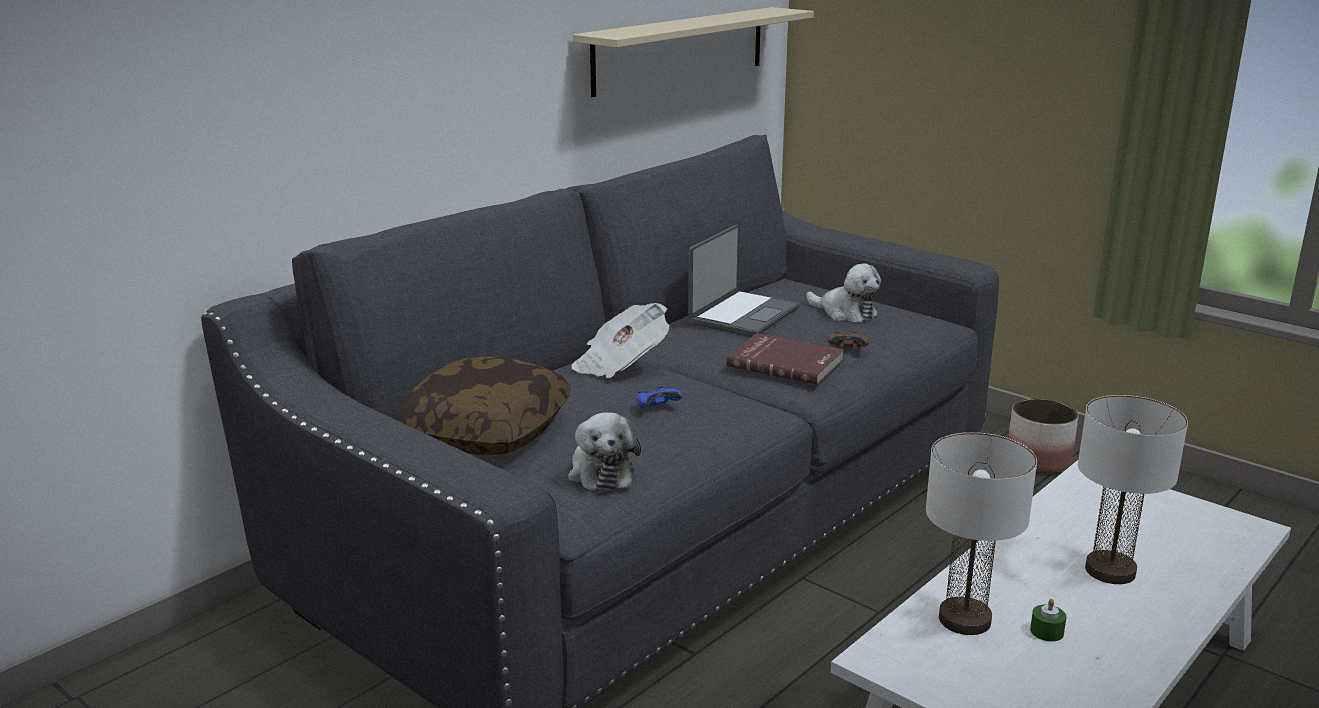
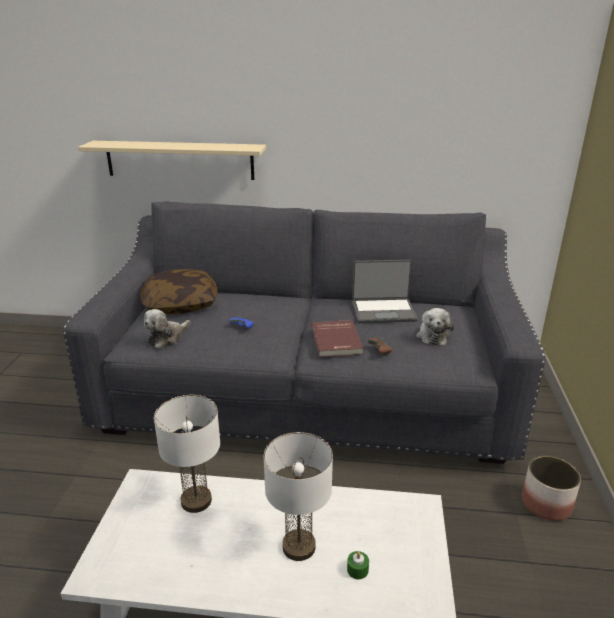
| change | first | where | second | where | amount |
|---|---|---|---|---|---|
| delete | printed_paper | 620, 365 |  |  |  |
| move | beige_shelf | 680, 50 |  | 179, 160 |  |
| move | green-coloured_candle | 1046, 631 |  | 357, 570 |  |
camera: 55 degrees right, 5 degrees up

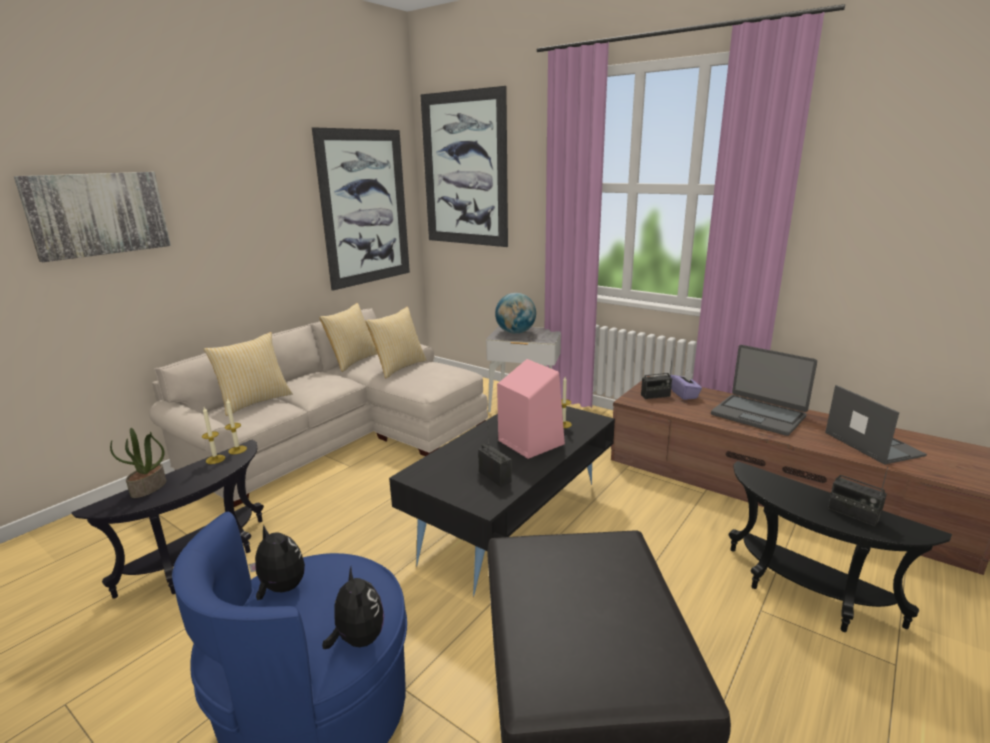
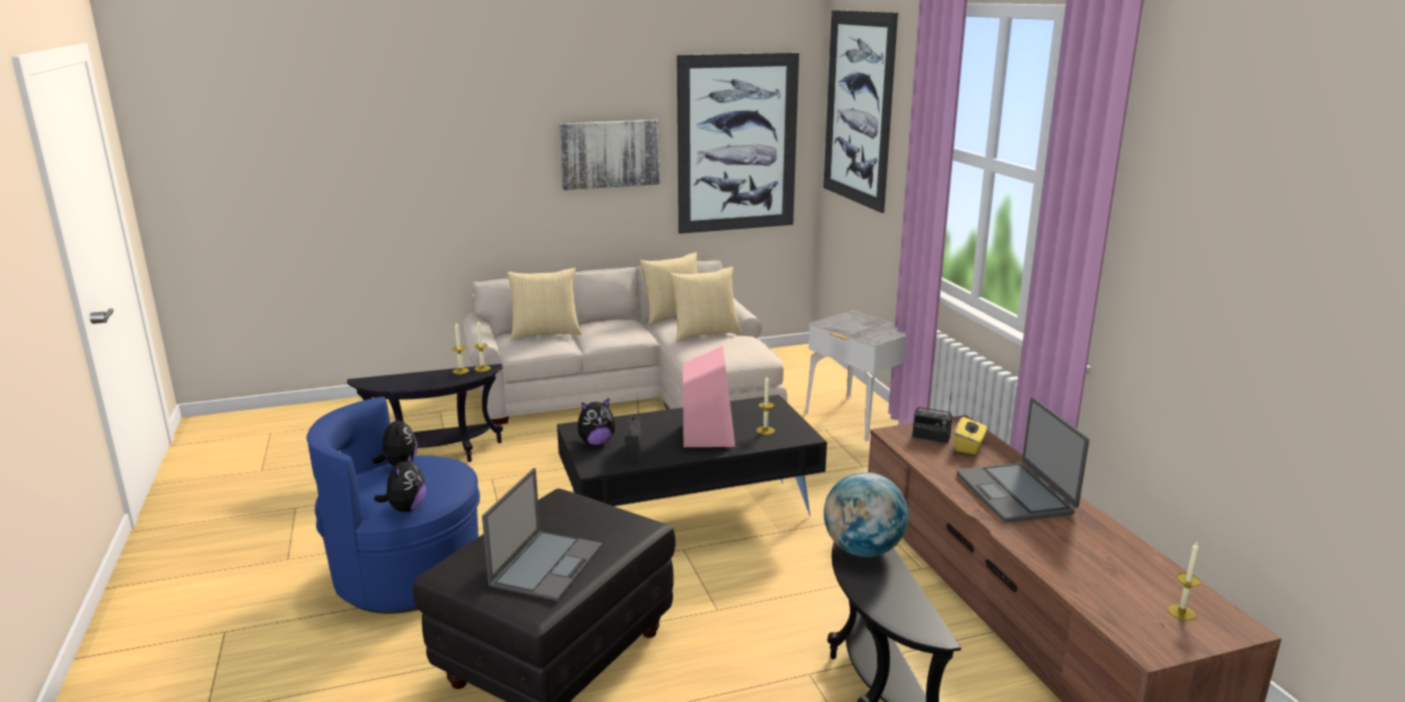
| change | first | where | second | where | amount |
|---|---|---|---|---|---|
| move | picture | 98, 214 |  | 610, 154 |  |
| delete | houseplant | 148, 488 |  |  |  |
| move | globe | 515, 333 |  | 862, 550 |  |
| recolor | purple-coloured_tissue_box | 684, 394 | yellow_tissue_box | 969, 446 |  |
| move | notebook_computer | 872, 443 |  | 547, 564 |  |
| delete | radio_set | 853, 514 |  |  |  |
| insert |  |  | cuddly_toy | 596, 442 |  |
| insert |  |  | candle | 1181, 612 |  |
camera: 35 degrees right, 0 degrees up

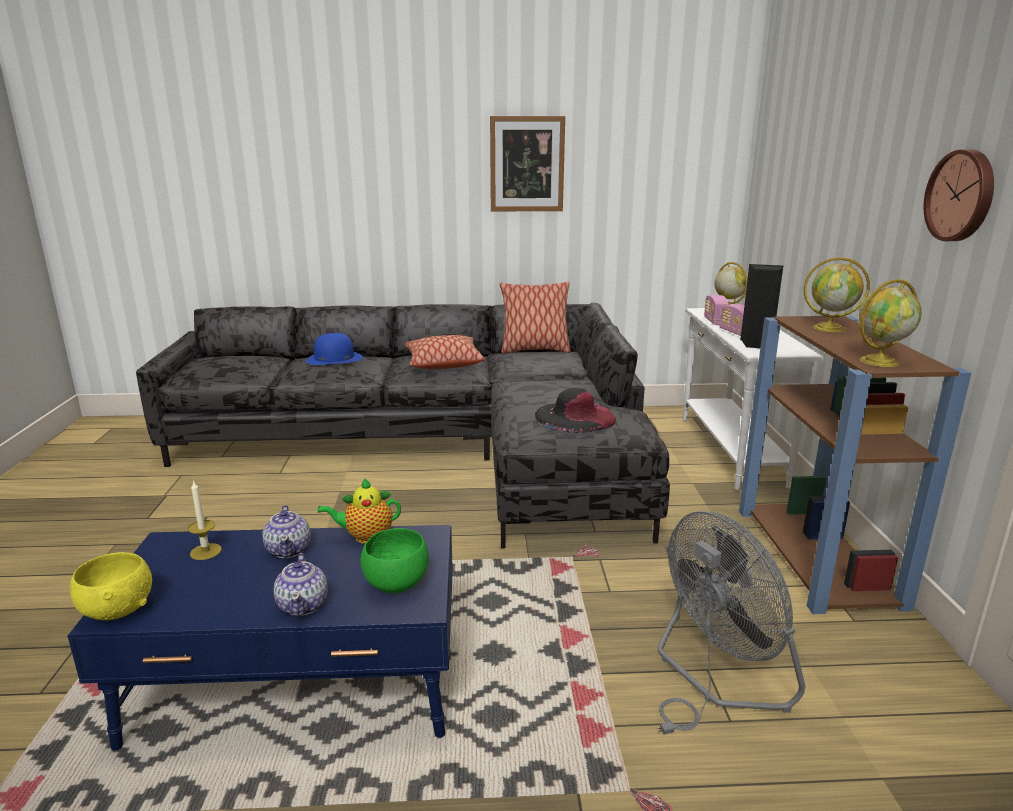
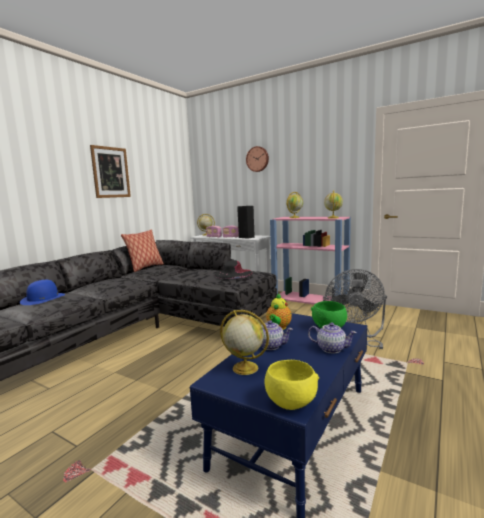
| change | first | where | second | where | amount |
|---|---|---|---|---|---|
| replace | candle | 205, 551 | globe | 244, 368 |  |
| delete | throw_pillow | 443, 363 |  |  |  |
| recolor | brown-coloured_bookcase | 815, 556 | pink-coloured_bookcase | 310, 301 |  |
| move | wall_clock | 962, 196 |  | 257, 159 |  |
camera: 55 degrees left, 10 degrees down

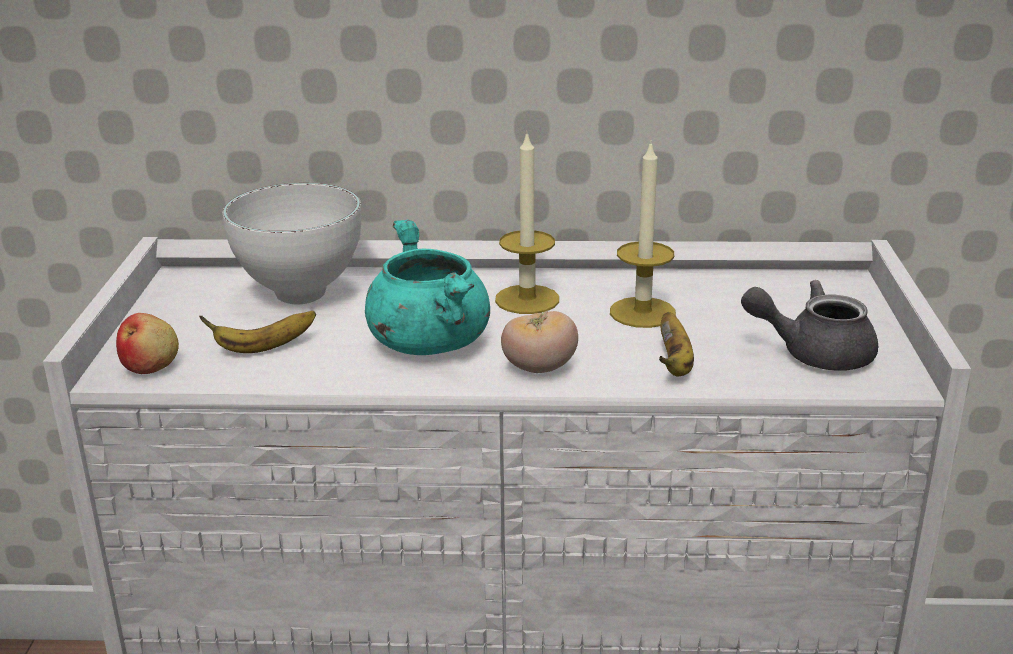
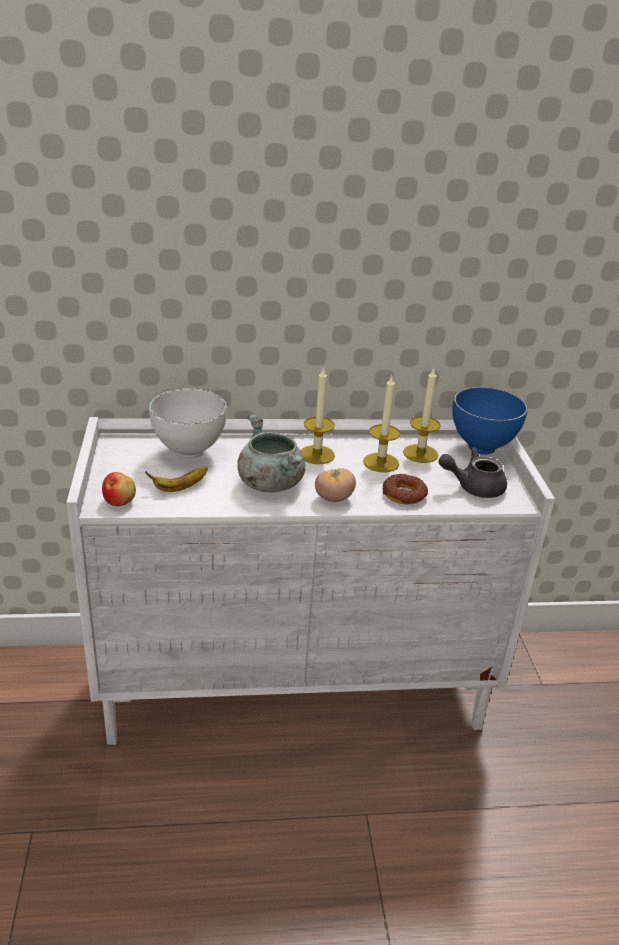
| change | first | where | second | where | amount |
|---|---|---|---|---|---|
| recolor | turquoise-coloured_stockpot | 428, 342 | grey_stockpot | 270, 483 |  |
| replace | whole_banana | 675, 364 | donut | 404, 494 |  |
| insert |  |  | candle | 420, 453 |  |
| insert |  |  | bluish_deep_dish | 479, 449 |  |
camera: 10 degrees left, 5 degrees up

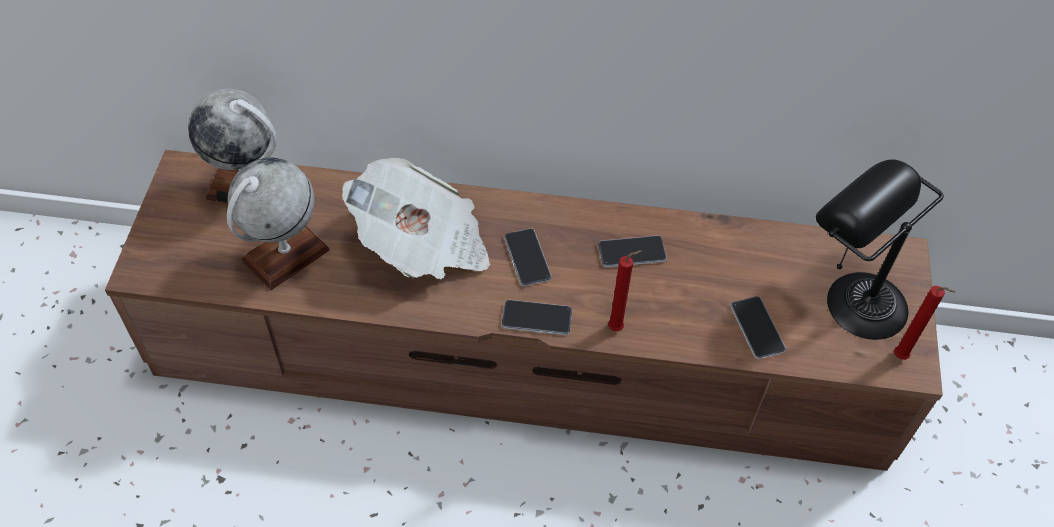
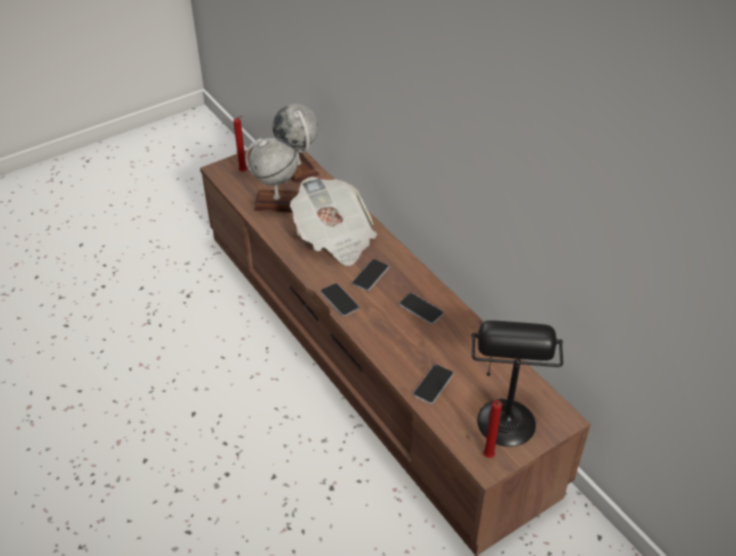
| change | first | where | second | where | amount |
|---|---|---|---|---|---|
| move | red-coloured_candle | 618, 328 |  | 244, 172 |  |
camera: 50 degrees right, 10 degrees down

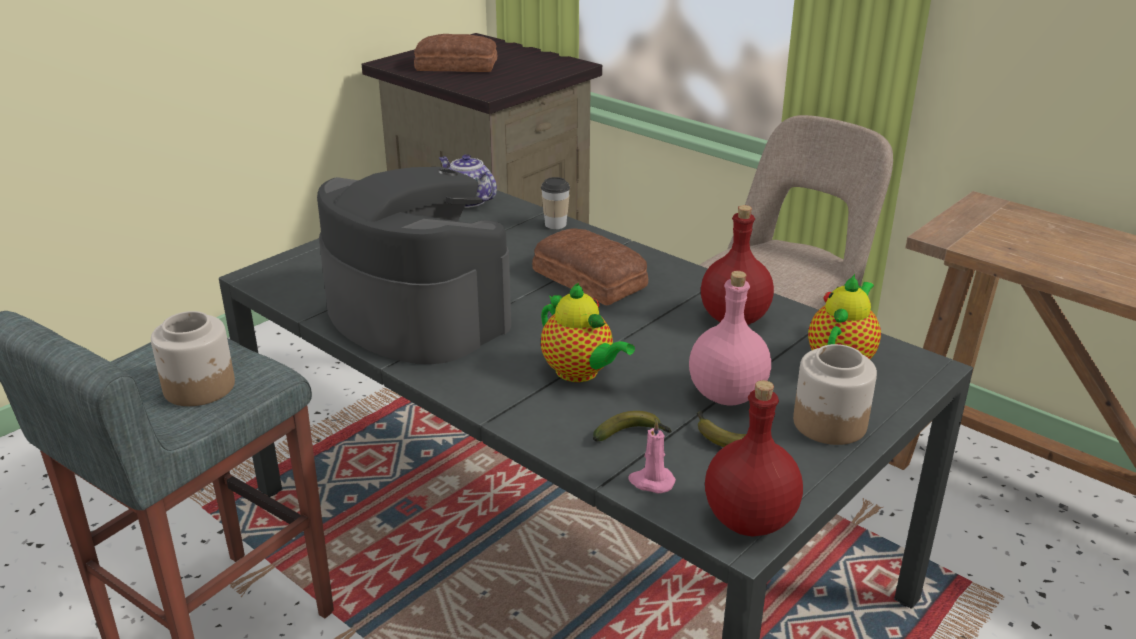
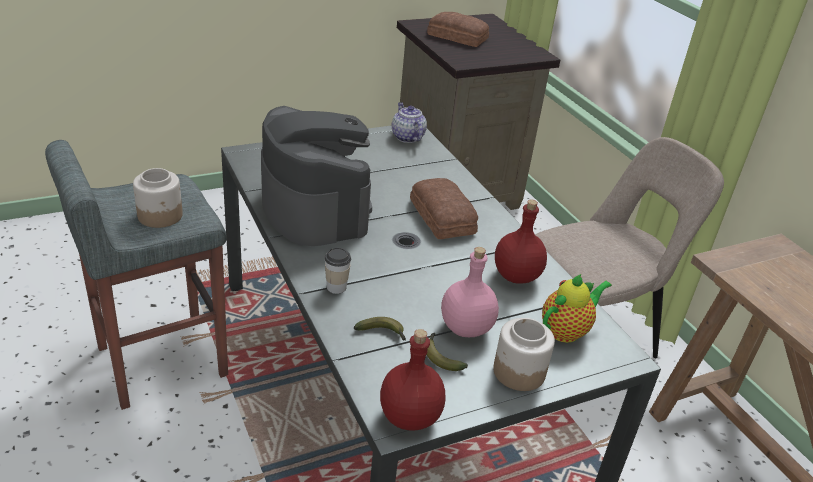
| change | first | where | second | where | amount |
|---|---|---|---|---|---|
| move | small_cup | 555, 224 |  | 336, 287 |  |
| delete | teapot | 580, 373 |  |  |  |
| delete | pink-coloured_candle | 651, 481 |  |  |  |
camera: 20 degrees right, 5 degrees up

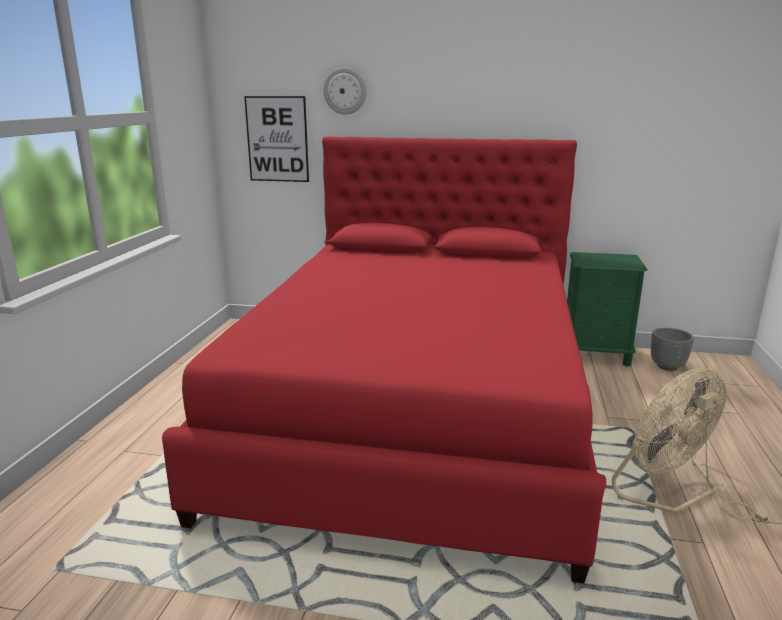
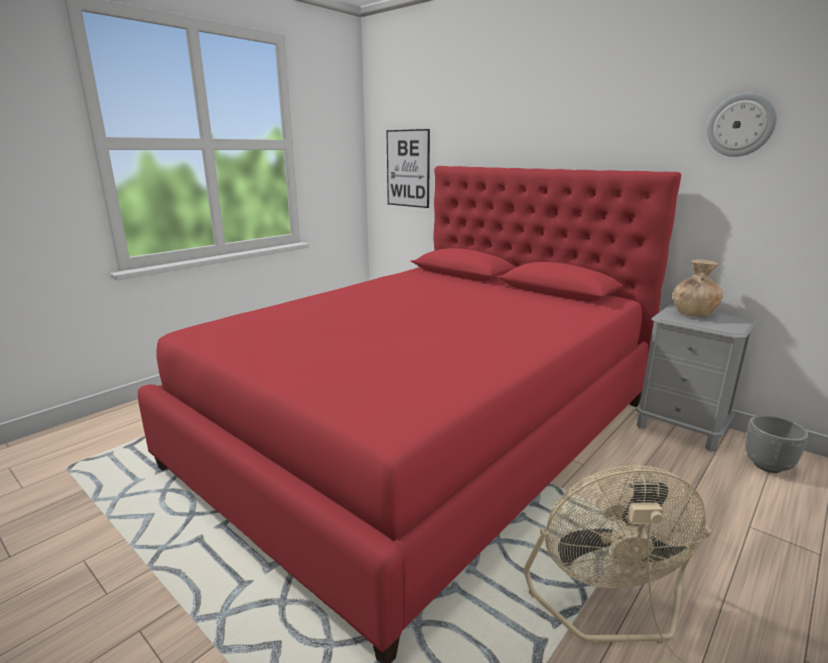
| change | first | where | second | where | amount |
|---|---|---|---|---|---|
| move | wall_clock | 345, 91 |  | 740, 125 |  |
| recolor | green-coloured_night_table | 596, 355 | grey_night_table | 681, 428 |  |
| insert |  |  | brown-coloured_decorative_vase | 693, 314 |  |
camera: 30 degrees right, 0 degrees up

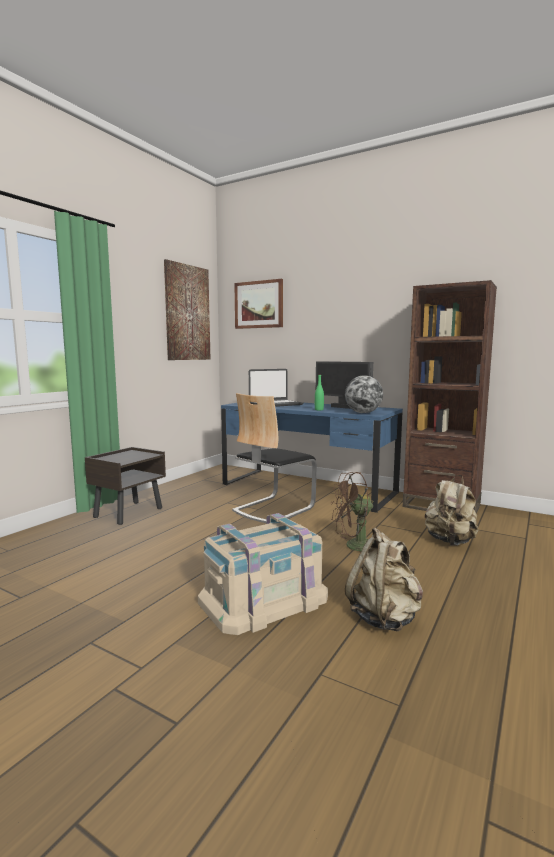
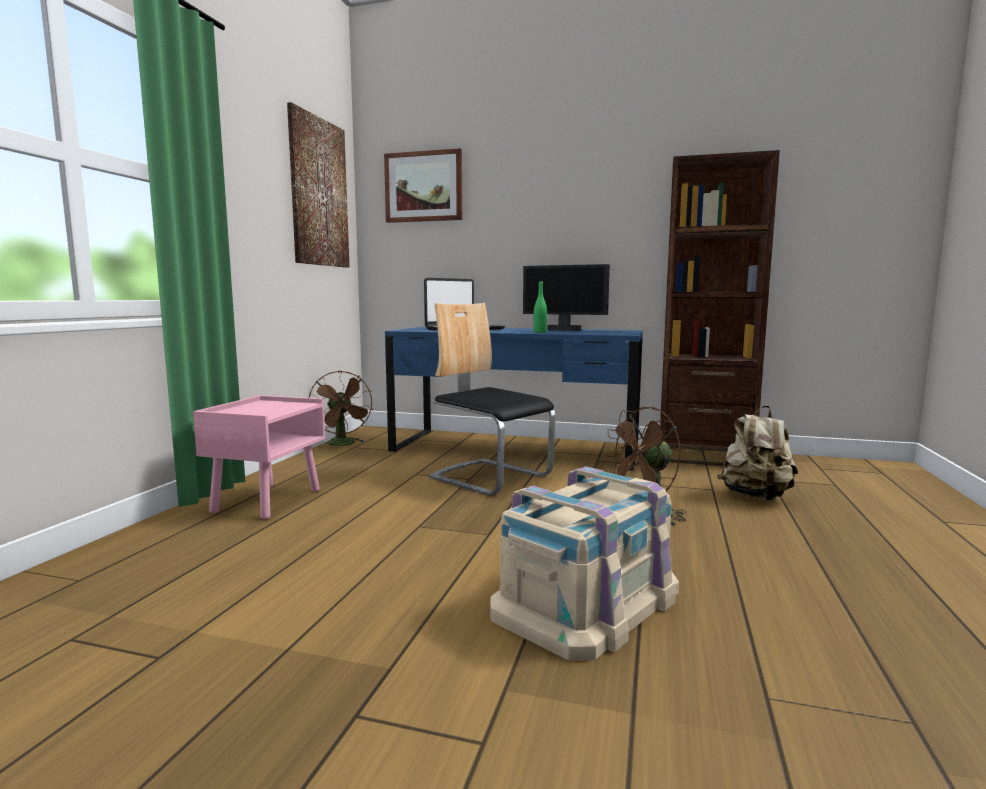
| change | first | where | second | where | amount |
|---|---|---|---|---|---|
| recolor | brown-coloured_night_table | 129, 512 | pink-coloured_night_table | 267, 500 |  |
| rotate | plain_chair | 273, 509 |  | 490, 477 | 105 degrees clockwise |
| delete | globe | 363, 413 |  |  |  |
| delete | beige_backpack | 384, 617 |  |  |  |
| insert |  |  | brown-coloured_electric_fan | 343, 444 |  |
camera: 15 degrees left, 0 degrees up

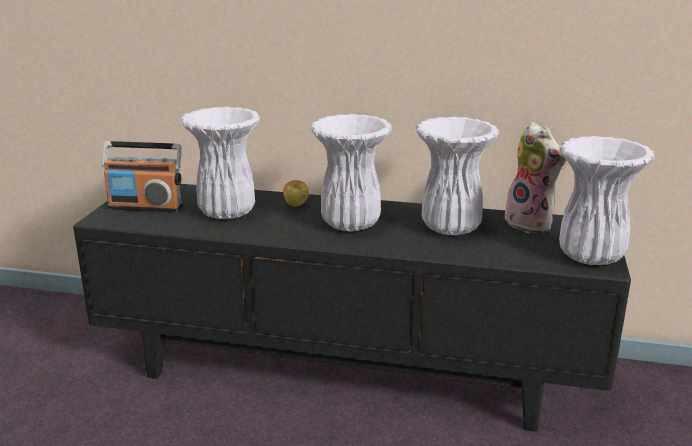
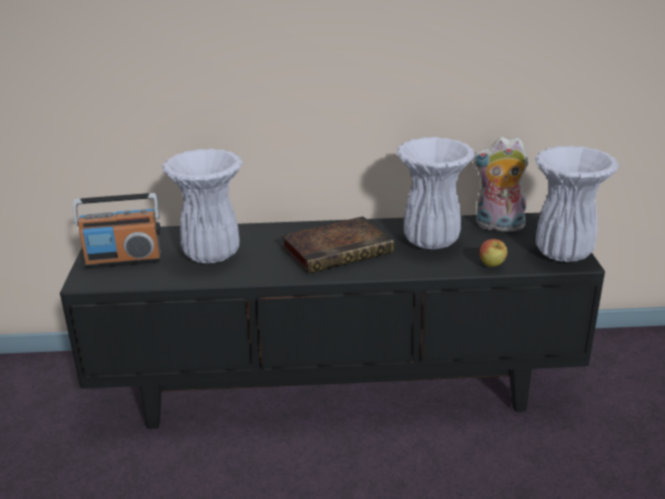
| change | first | where | second | where | amount |
|---|---|---|---|---|---|
| move | apple | 296, 206 |  | 492, 265 |  |
| replace | white_decorative_vase | 351, 223 | volume | 339, 250 |  |
| rotate | cuddly_toy | 532, 224 |  | 498, 226 | 150 degrees clockwise |
camera: 15 degrees left, 5 degrees up

